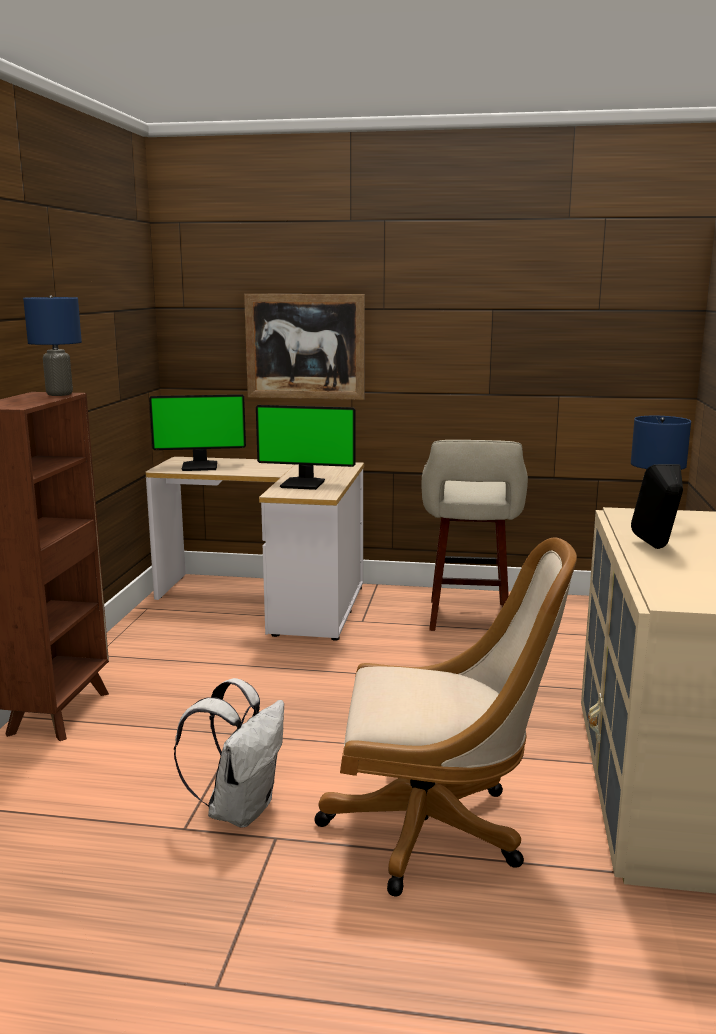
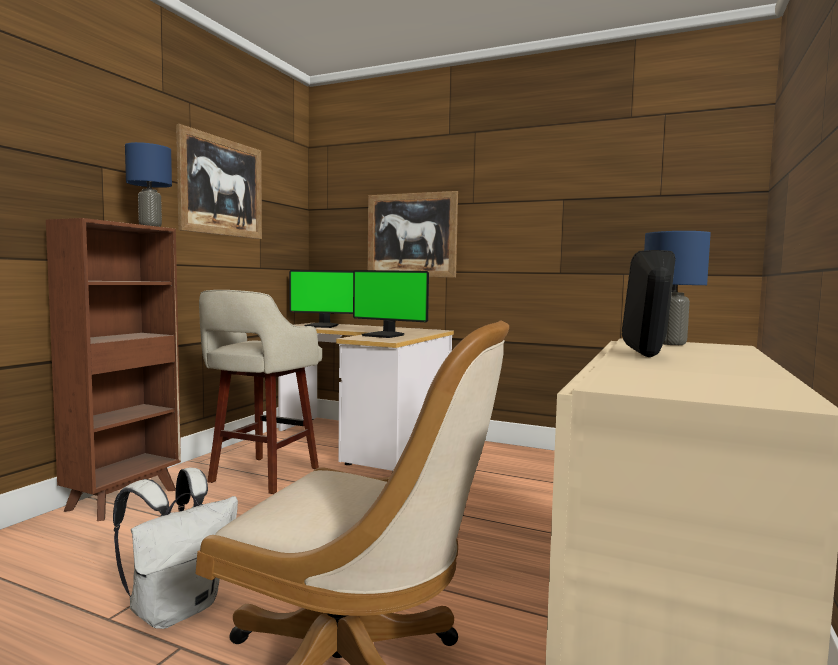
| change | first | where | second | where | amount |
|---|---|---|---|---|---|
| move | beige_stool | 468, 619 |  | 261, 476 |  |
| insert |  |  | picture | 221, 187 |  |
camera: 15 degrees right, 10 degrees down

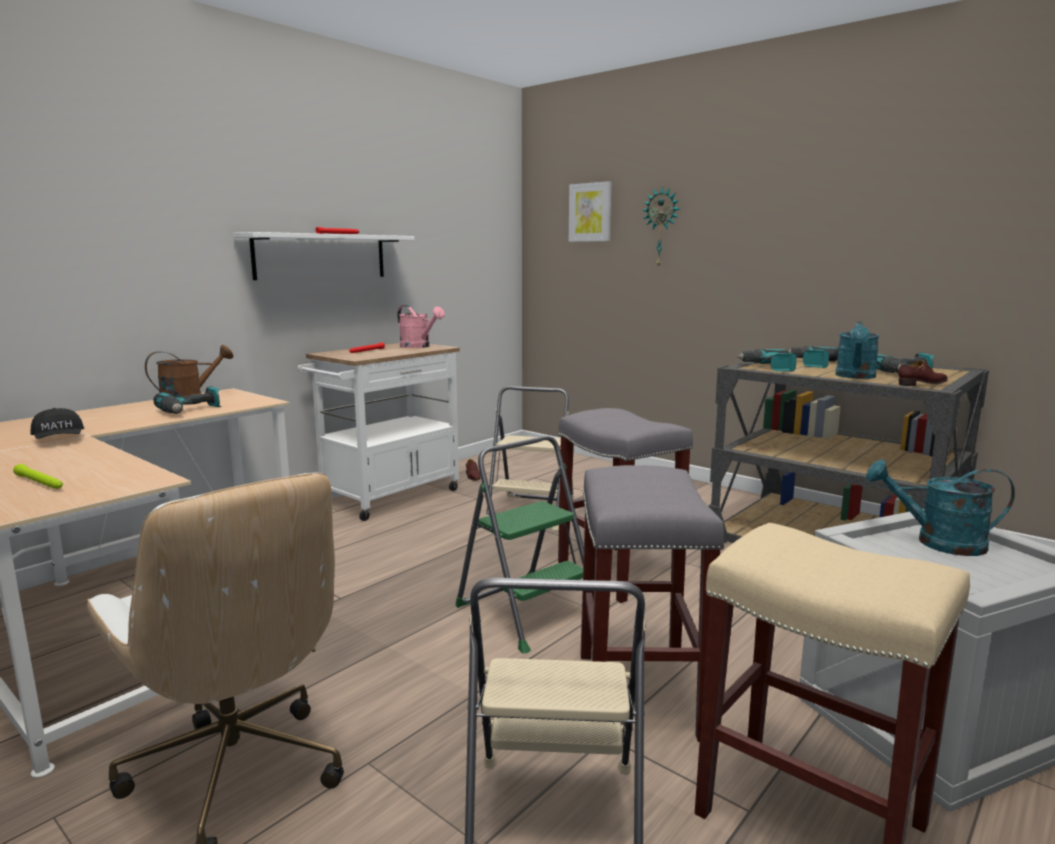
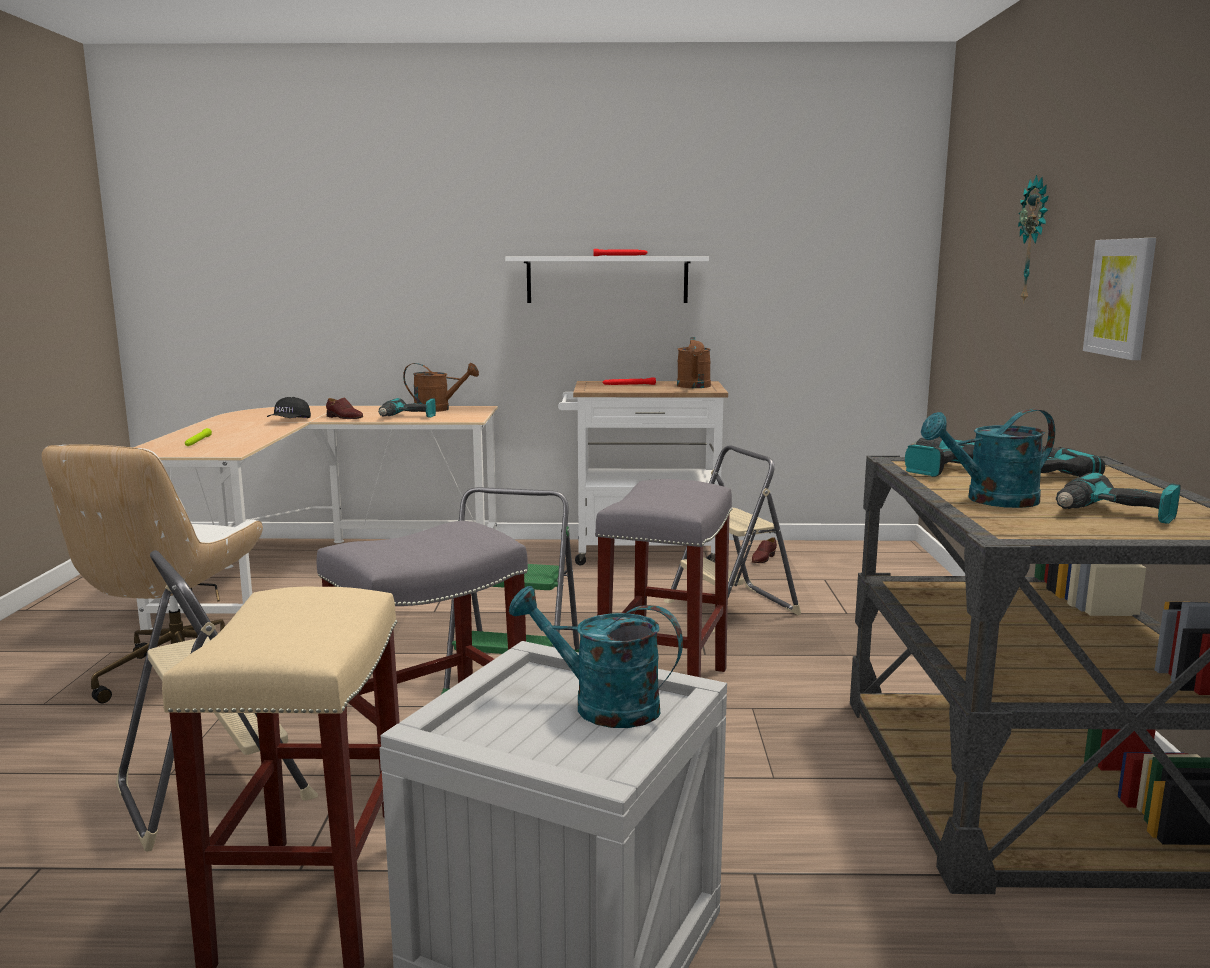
| change | first | where | second | where | amount |
|---|---|---|---|---|---|
| recolor | pink-coloured_watering_can | 419, 346 | brown-coloured_watering_can | 694, 387 |  |
| move | picture | 590, 212 |  | 1121, 297 |  |
| rotate | turquoise-coloured_watering_can | 938, 542 |  | 601, 705 | 45 degrees counterclockwise |
| move | brown-coloured_shoe | 922, 384 |  | 344, 418 |  |
camera: 50 degrees right, 0 degrees up

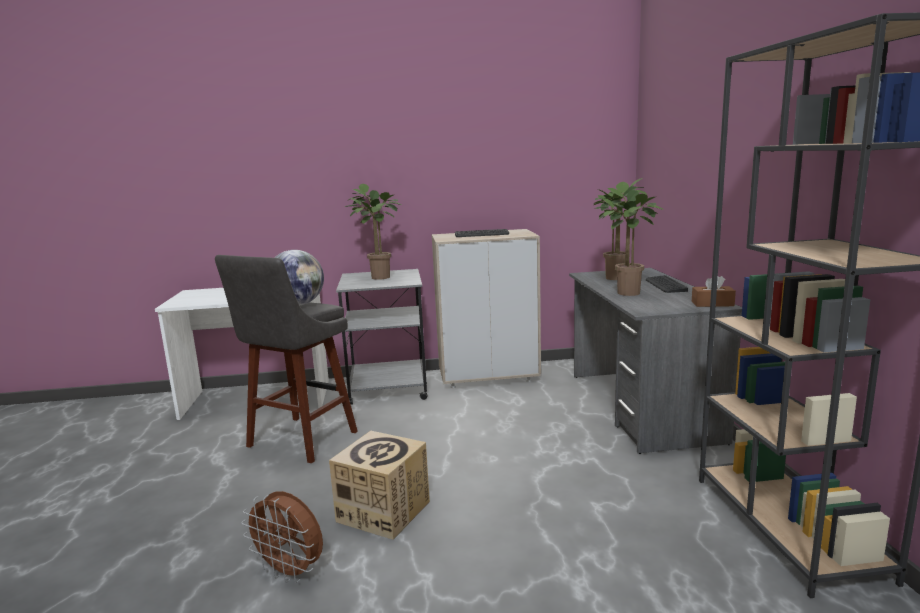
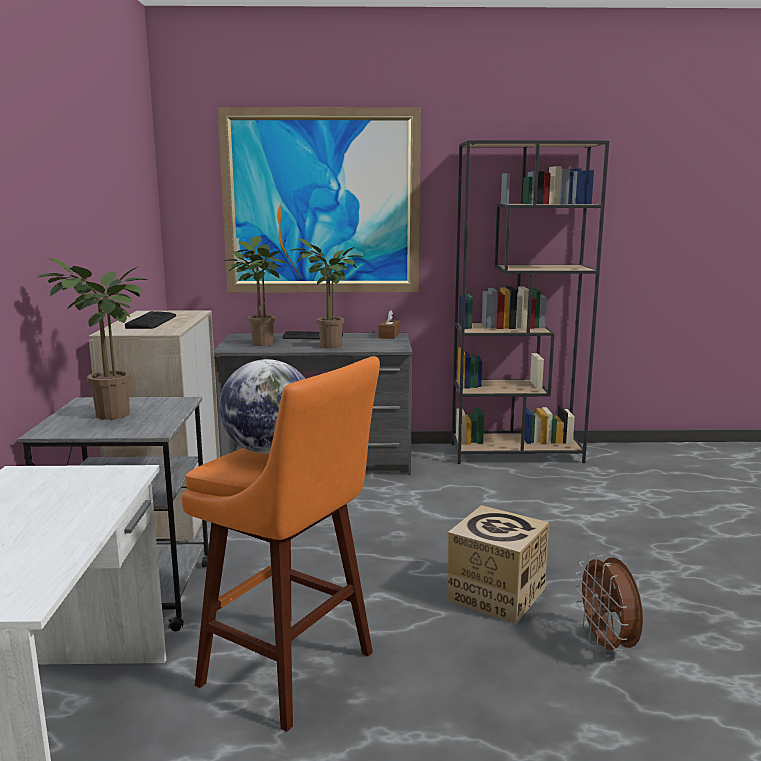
| change | first | where | second | where | amount |
|---|---|---|---|---|---|
| recolor | grey_stool | 299, 441 | orange-coloured_stool | 291, 672 |  |
| rotate | brown-coloured_electric_fan | 291, 572 |  | 607, 646 | 135 degrees clockwise |
| insert |  |  | picture | 321, 202 |  |
camera: 85 degrees left, 0 degrees up

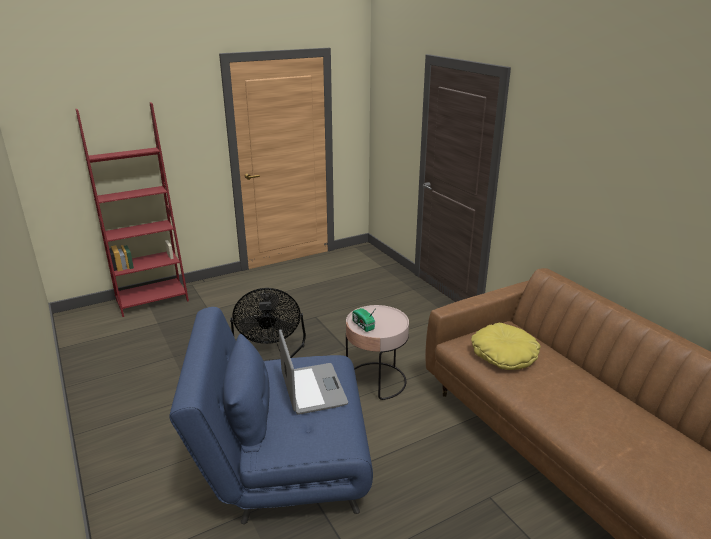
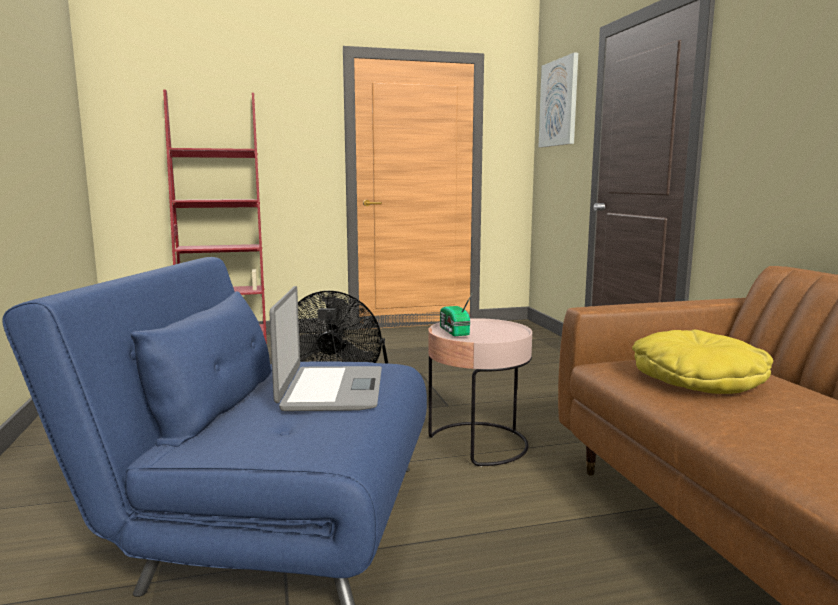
| change | first | where | second | where | amount |
|---|---|---|---|---|---|
| insert |  |  | picture | 559, 103 |  |
camera: 15 degrees right, 15 degrees down

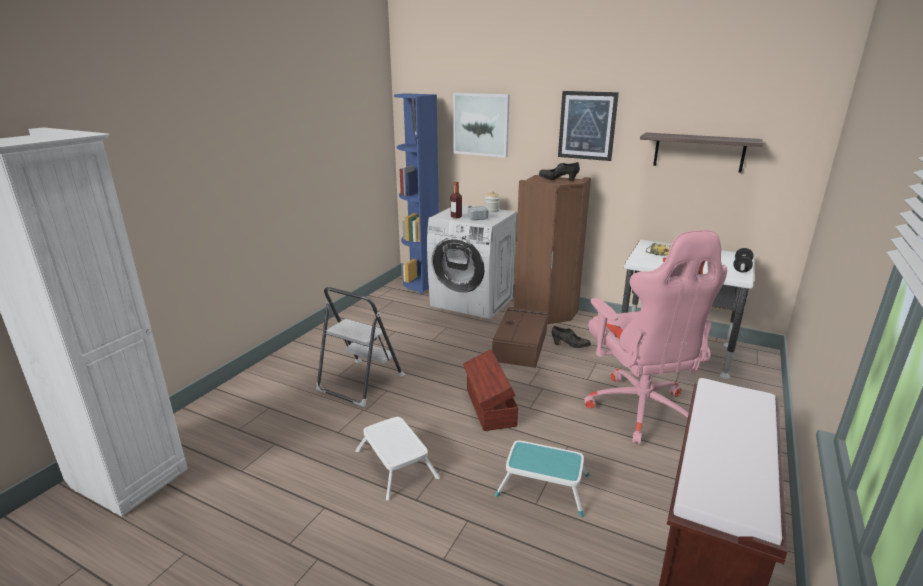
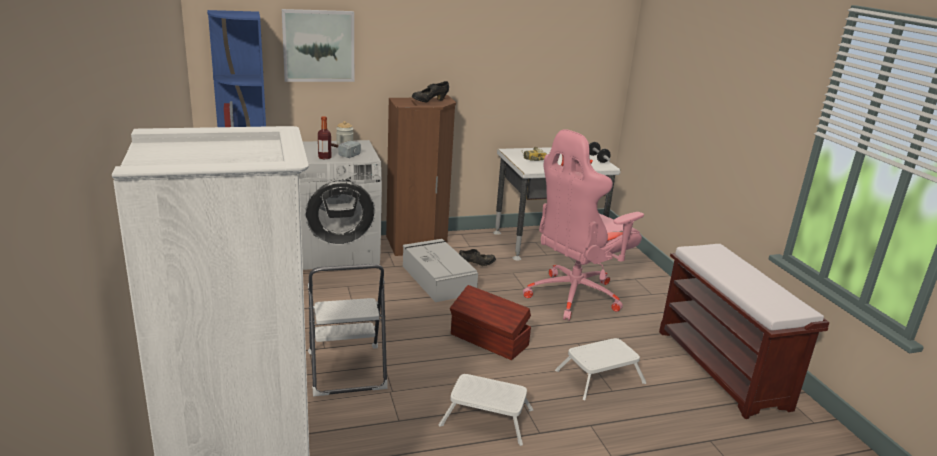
| change | first | where | second | where | amount |
|---|---|---|---|---|---|
| recolor | brown-coloured_storage_box | 520, 345 | grey_storage_box | 437, 279 |  |
| recolor | turquoise-coloured_stepladder | 543, 485 | white_stepladder | 599, 376 |  |
| delete | picture | 587, 125 |  |  |  |
| rotate | pink-coloured_office_chair | 636, 405 |  | 578, 294 | 105 degrees clockwise |
| delete | shelf | 698, 152 |  |  |  |
camera: 45 degrees left, 0 degrees up

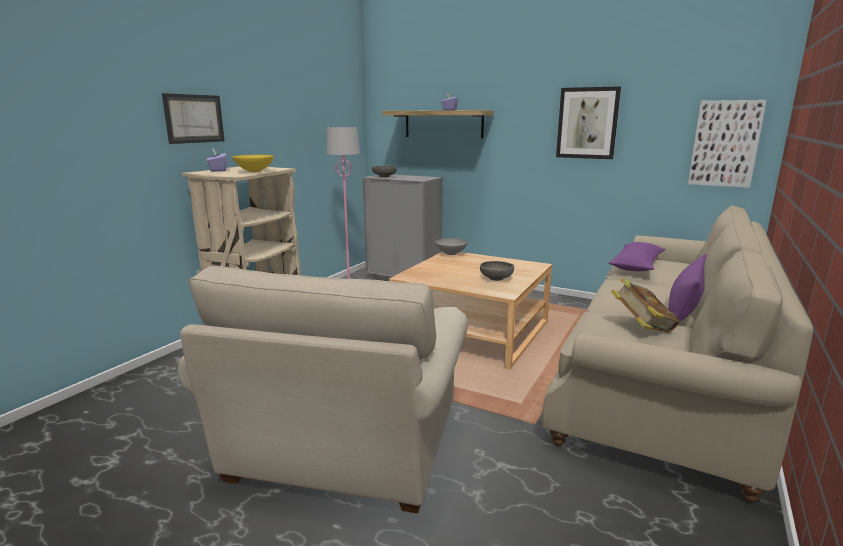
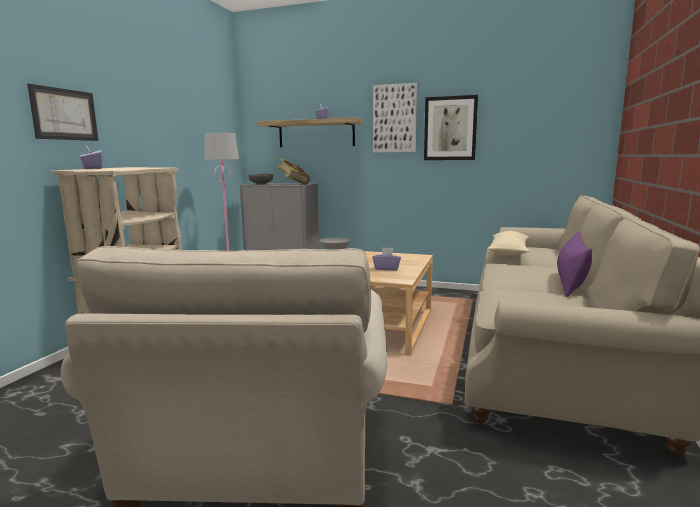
| change | first | where | second | where | amount |
|---|---|---|---|---|---|
| delete | yellow_deep_dish | 255, 171 |  |  |  |
| replace | grey_deep_dish | 496, 278 | purple-coloured_tissue_box | 387, 268 |  |
| recolor | purple-coloured_throw_pillow | 636, 265 | beige_throw_pillow | 508, 251 |  |
| move | volume | 641, 328 |  | 293, 184 |  |
| move | picture | 725, 144 |  | 394, 118 |  |
camera: 10 degrees left, 5 degrees down

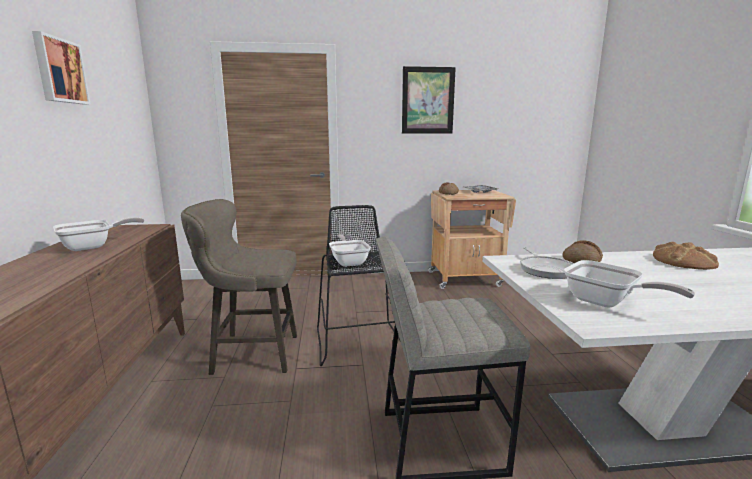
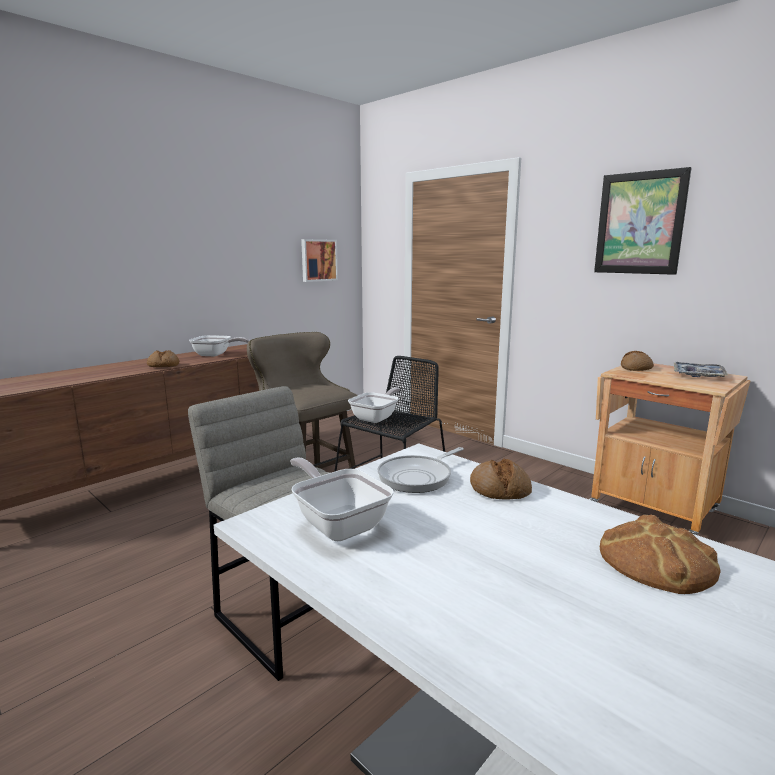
| change | first | where | second | where | amount |
|---|---|---|---|---|---|
| move | picture | 59, 71 |  | 318, 260 |  |
| rotate | skillet | 607, 303 |  | 338, 523 | 135 degrees clockwise |
| insert |  |  | bread | 163, 365 |  |
camera: 50 degrees right, 0 degrees up

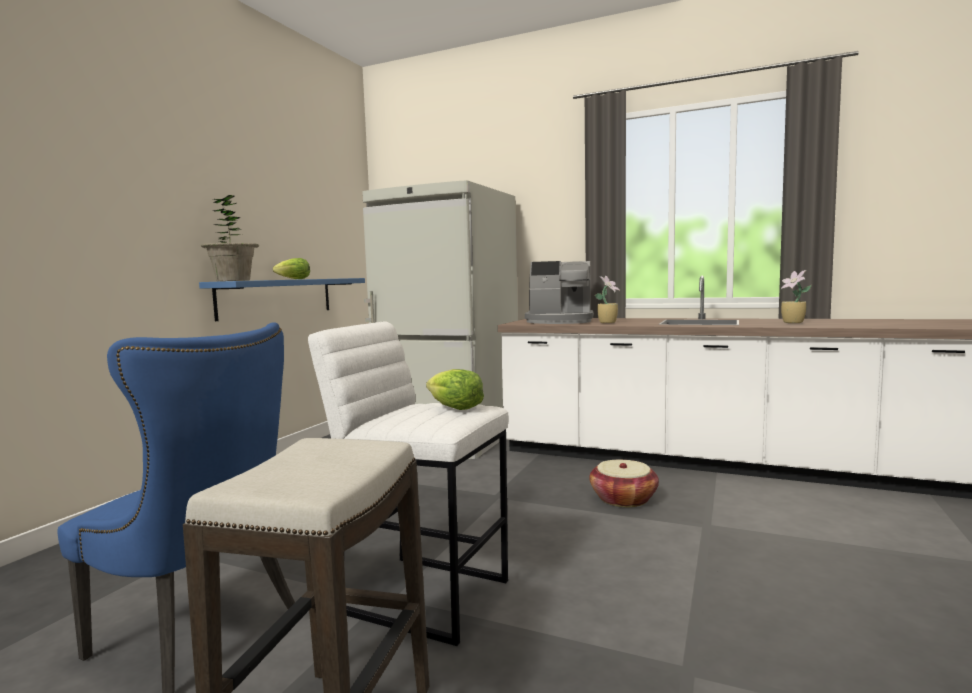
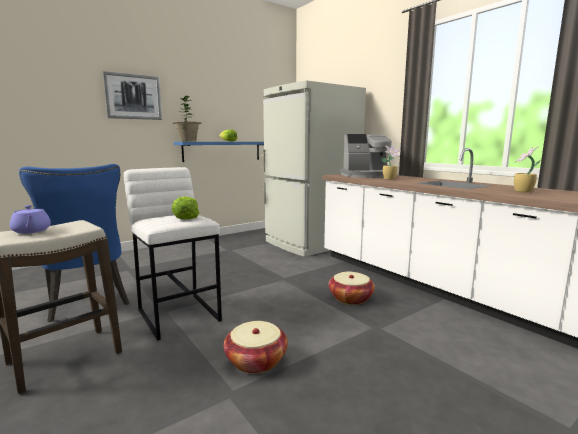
| change | first | where | second | where | amount |
|---|---|---|---|---|---|
| rotate | coffee_brewer | 560, 321 |  | 366, 176 | 45 degrees counterclockwise |
| insert |  |  | purple-coloured_teapot | 31, 231 |  |
| insert |  |  | picture | 133, 97 |  |
| insert |  |  | basket | 256, 361 |  |
camera: 30 degrees right, 5 degrees up

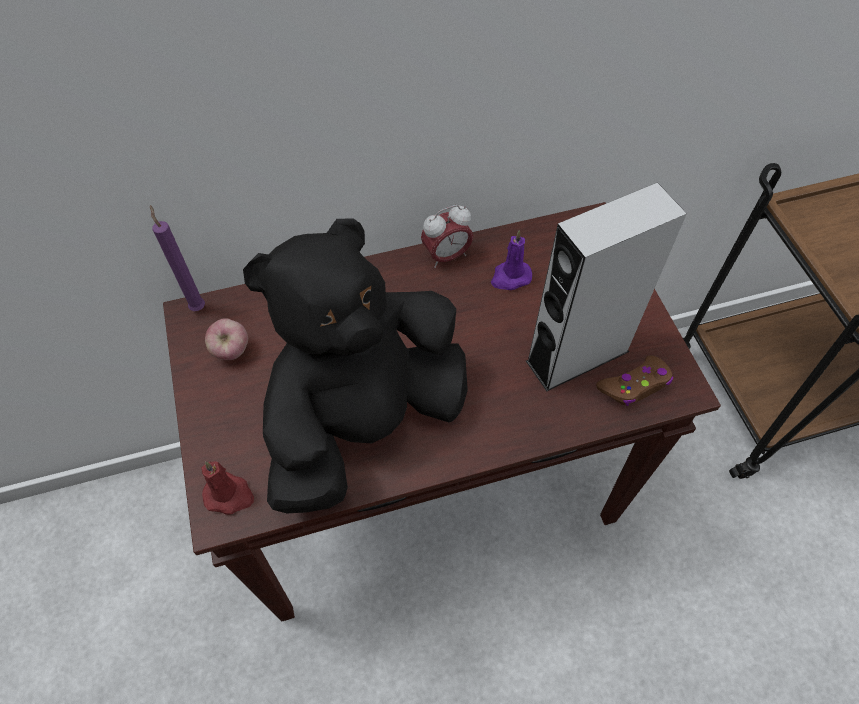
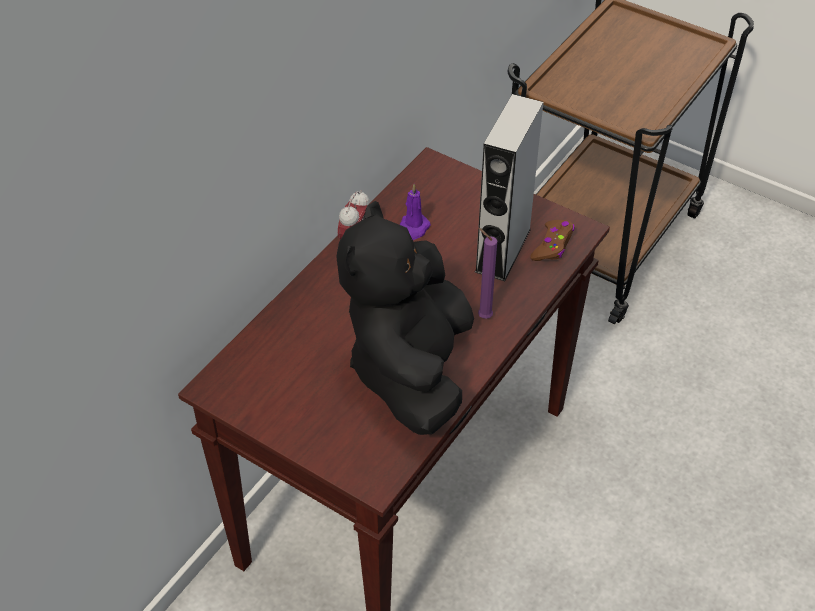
| change | first | where | second | where | amount |
|---|---|---|---|---|---|
| move | purple-coloured_candle | 197, 306 |  | 482, 316 |  |
| delete | red-coloured_candle | 229, 495 |  |  |  |
| delete | apple | 231, 351 |  |  |  |
camera: 40 degrees left, 10 degrees down

